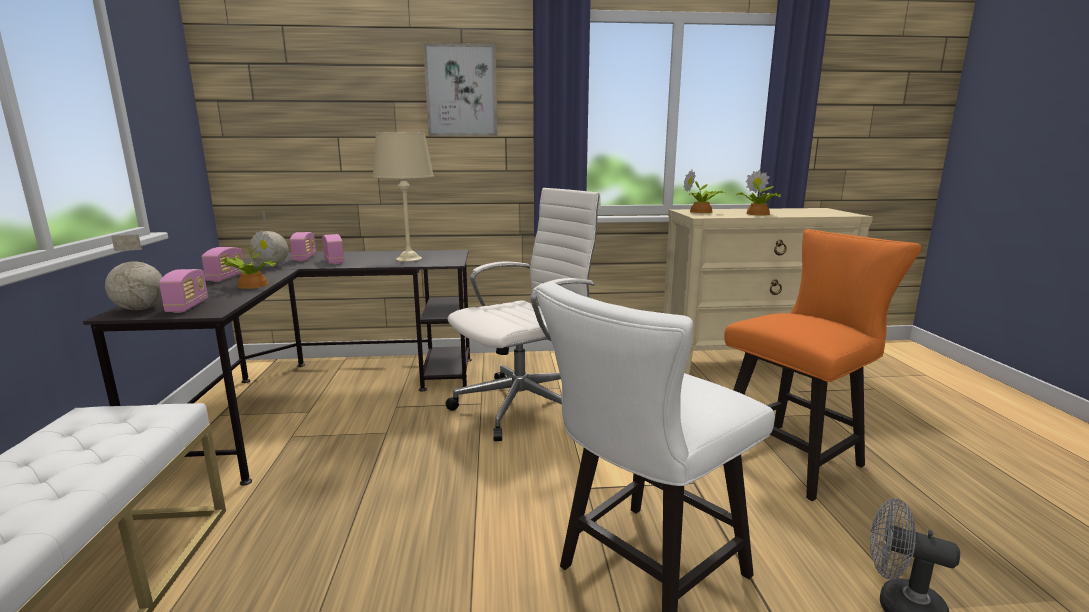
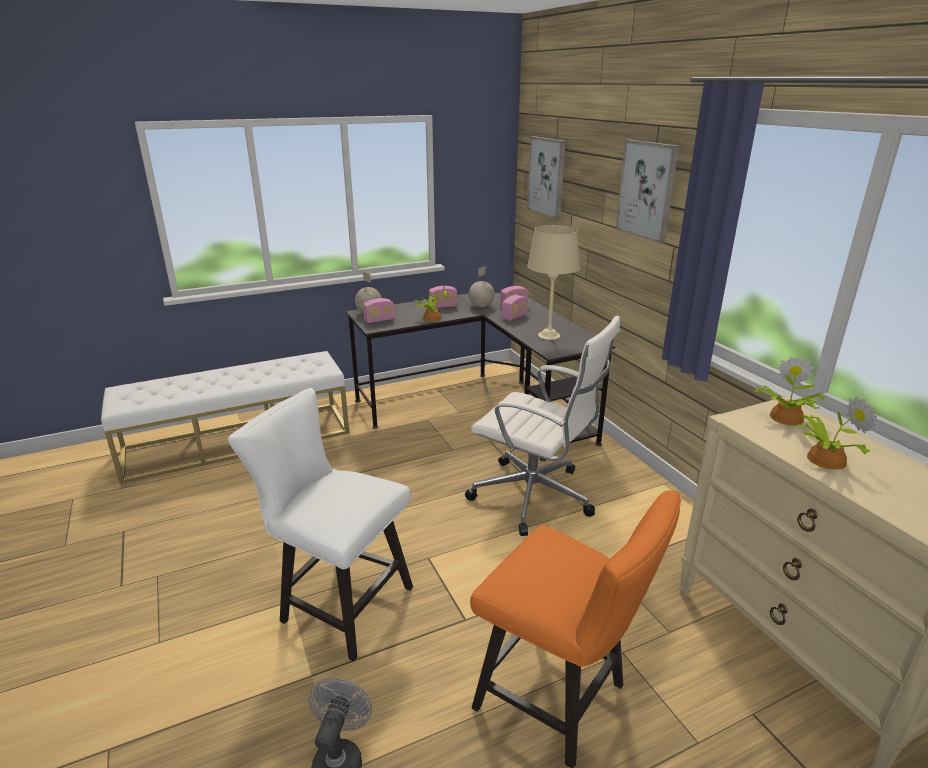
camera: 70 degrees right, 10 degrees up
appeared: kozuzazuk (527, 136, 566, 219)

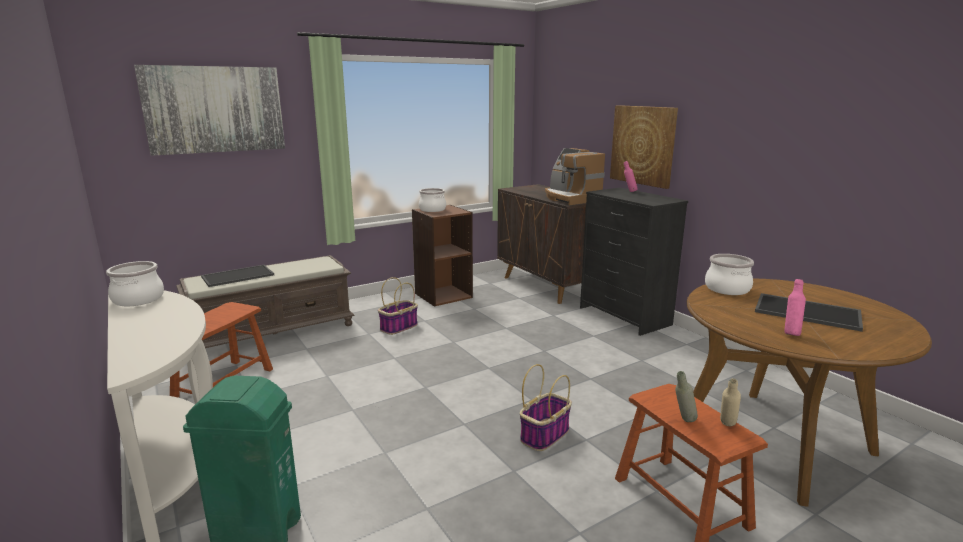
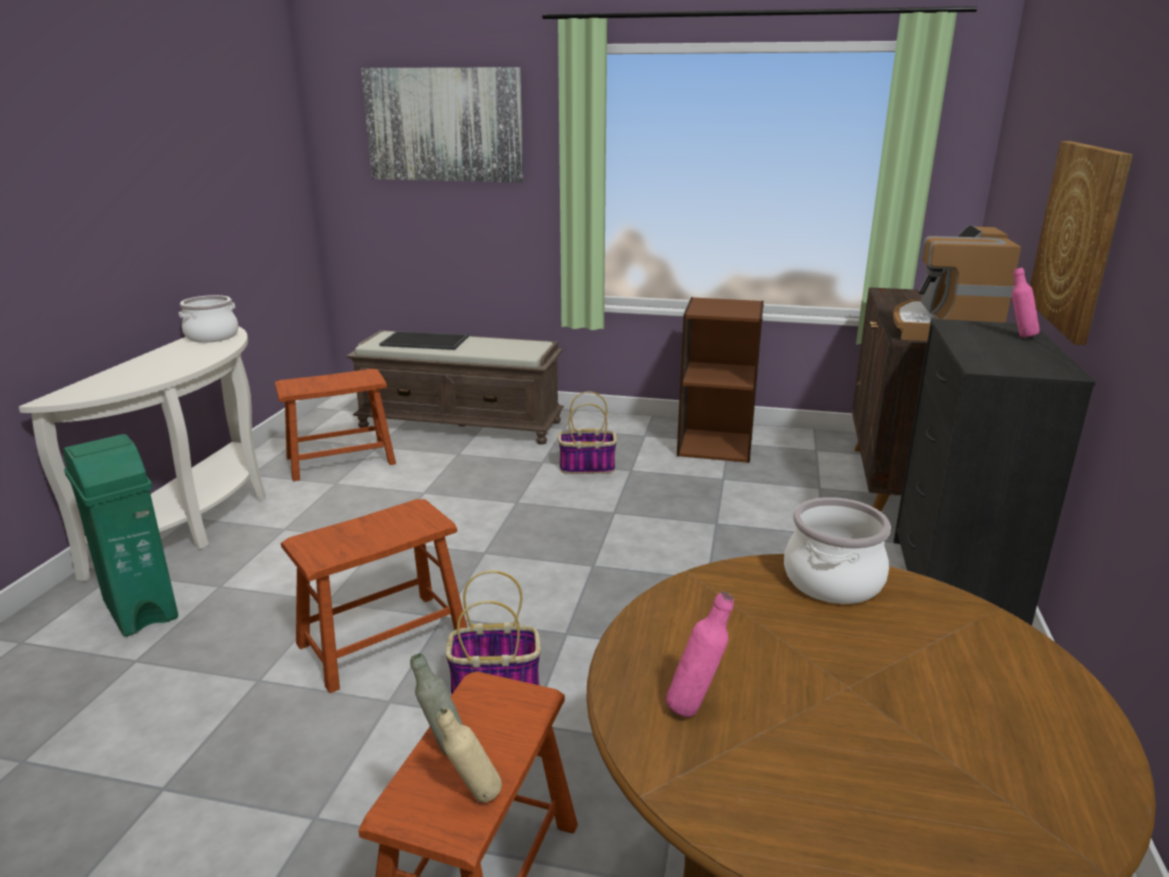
camera: 45 degrees right, 5 degrees up
missing: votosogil (419, 188, 446, 212); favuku (755, 293, 863, 332)
appeared: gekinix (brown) (281, 499, 467, 693)

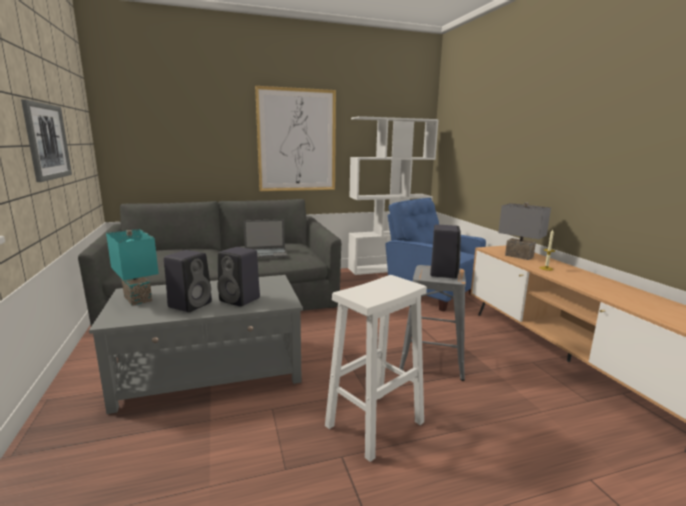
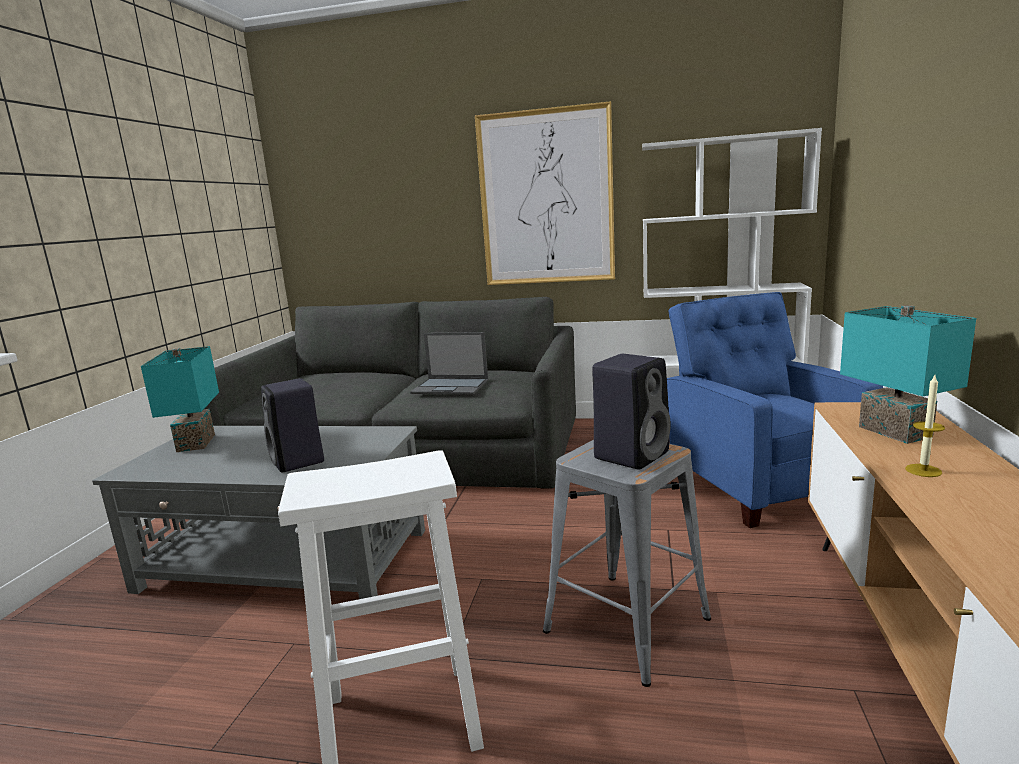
camera: 30 degrees right, 0 degrees up
missing: kozuzazuk (21, 99, 72, 182); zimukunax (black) (164, 250, 212, 312)
colour: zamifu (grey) (498, 202, 551, 260) to zamifu (turquoise) (840, 305, 976, 444)

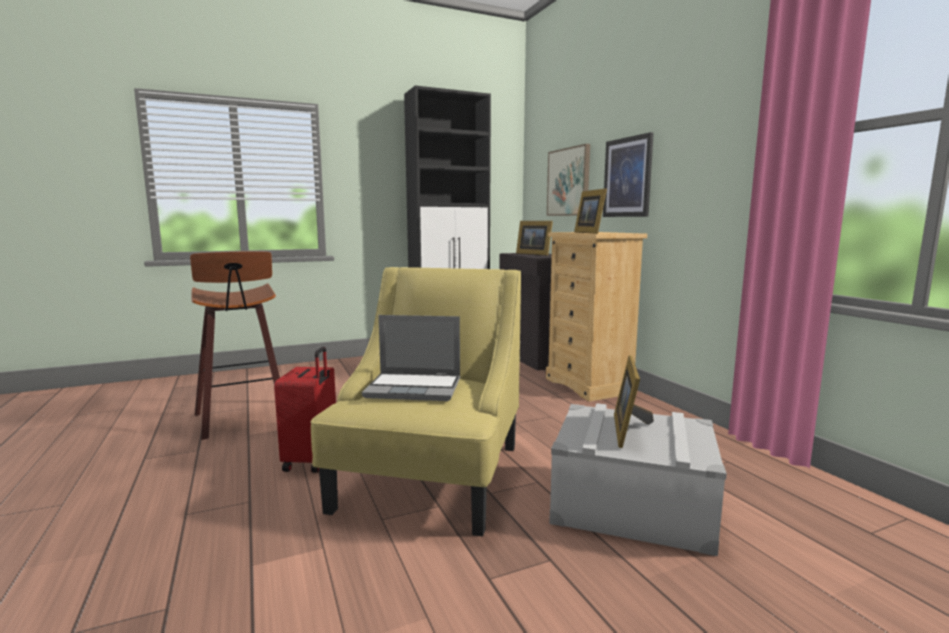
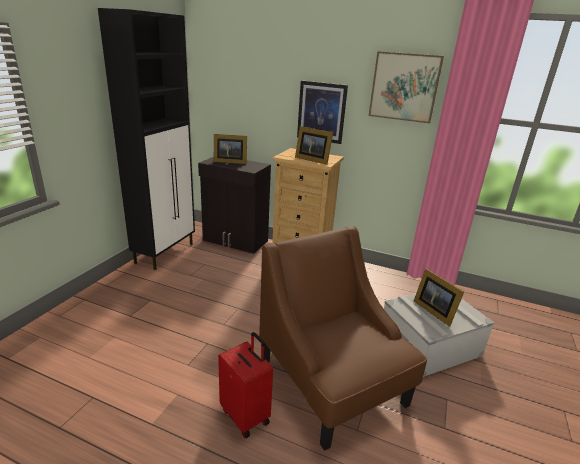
camera: 45 degrees left, 15 degrees up
missing: gekinix (190, 252, 280, 440); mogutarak (362, 315, 460, 401)
relocated: kozuzazuk (547, 144, 590, 216) to (369, 51, 444, 123)
colour: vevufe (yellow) (311, 267, 521, 536) to vevufe (brown) (259, 226, 427, 451)

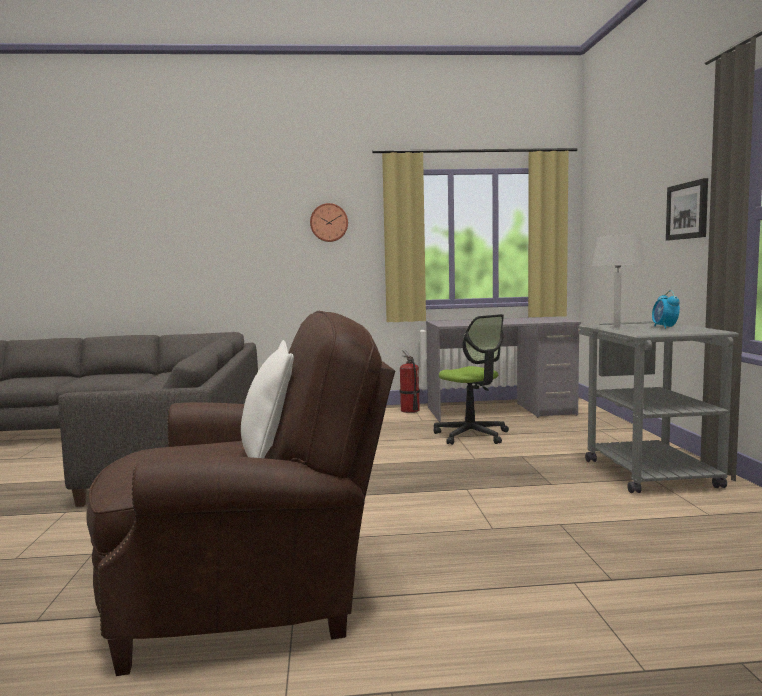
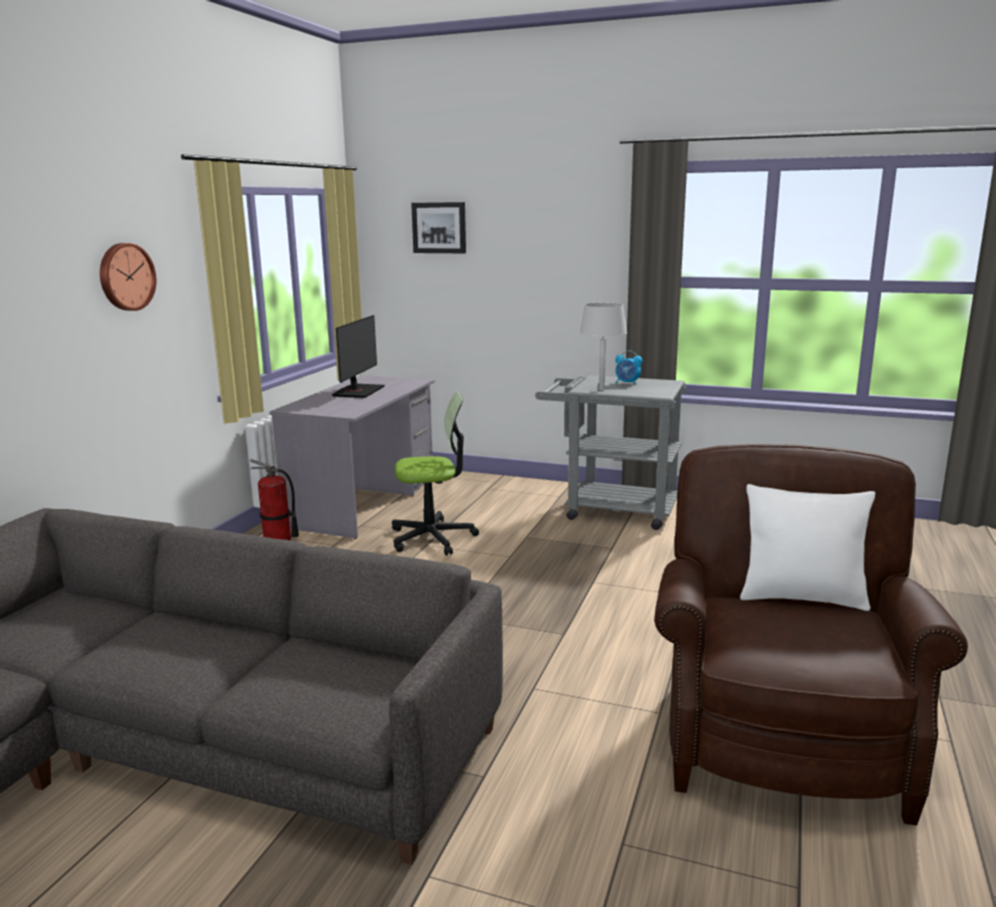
camera: 65 degrees left, 10 degrees up
appeared: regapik (332, 315, 385, 398)
relocated: kozuzazuk (666, 178, 708, 240) to (411, 202, 466, 253)

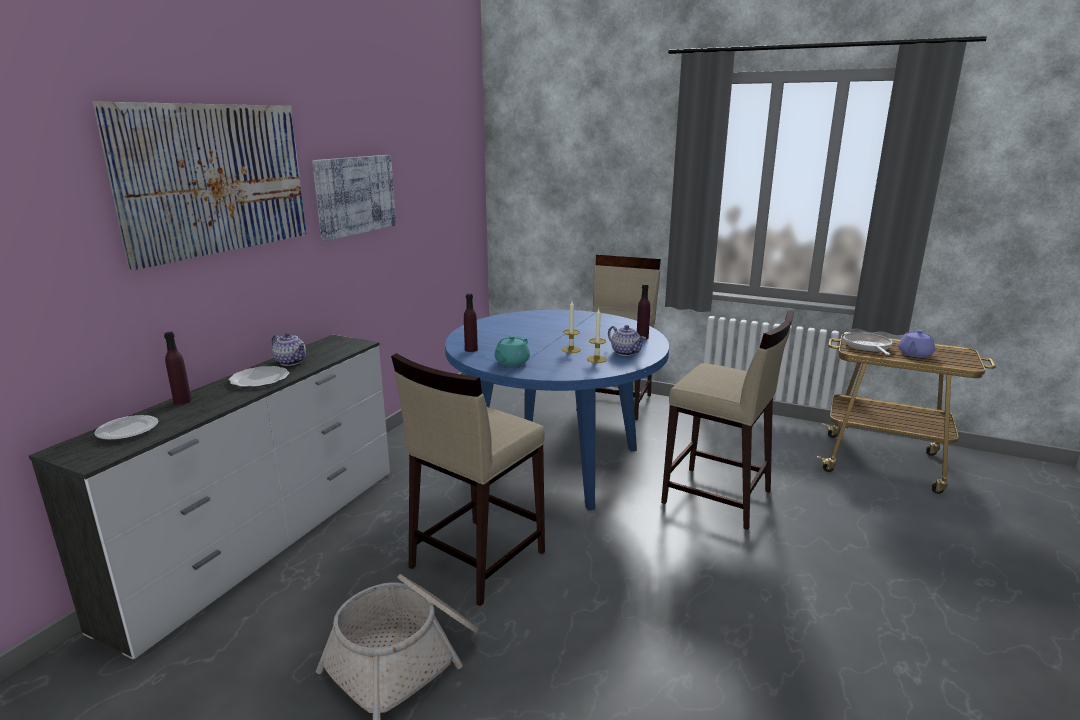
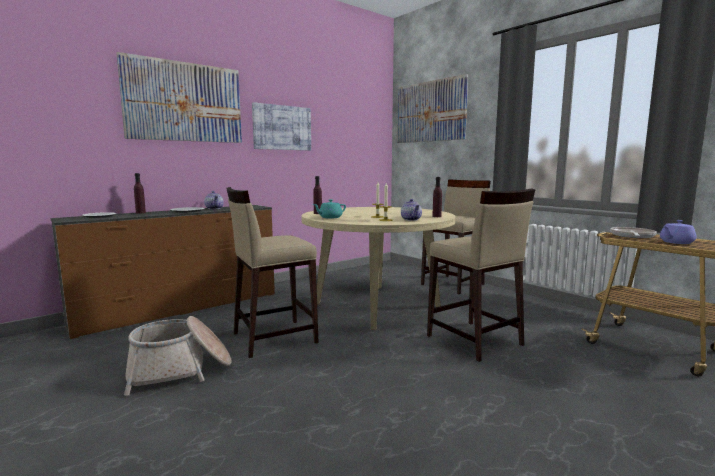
camera: 25 degrees right, 10 degrees down
appeared: kozuzazuk (397, 74, 469, 143)
colour: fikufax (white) (29, 335, 390, 660) to fikufax (brown) (51, 205, 275, 339); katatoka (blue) (445, 310, 669, 511) to katatoka (beige) (301, 207, 455, 330)

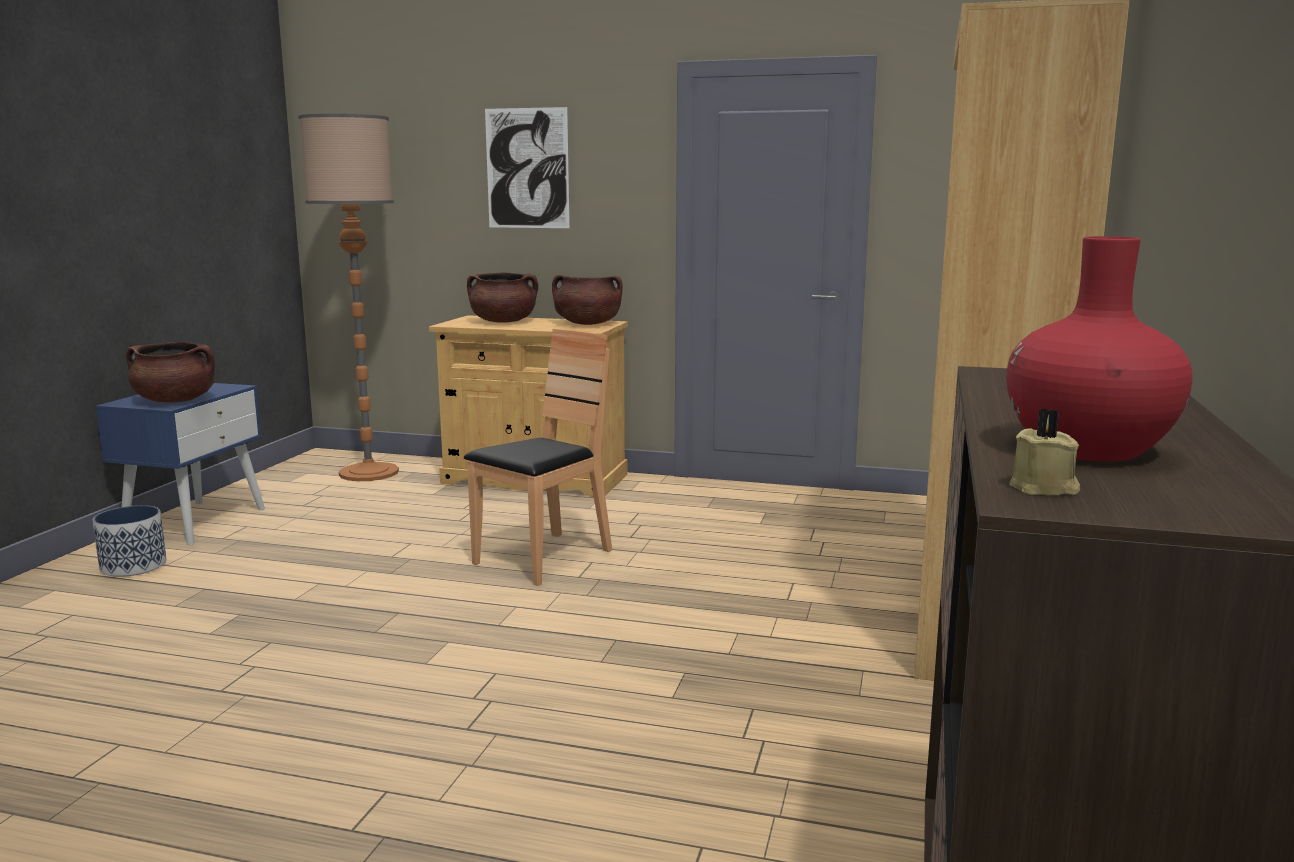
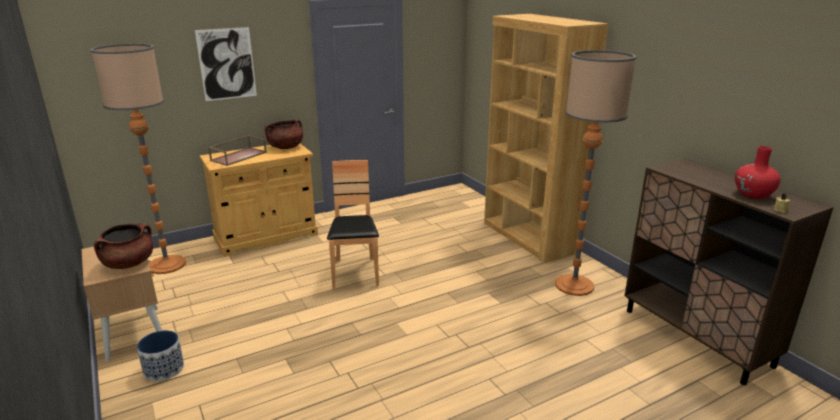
camera: 45 degrees left, 10 degrees up
appeared: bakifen (555, 50, 637, 296)
exchanged: votosogil (brown) (467, 272, 538, 323) to favuku (brown) (208, 135, 267, 166)
colour: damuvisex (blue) (96, 383, 265, 545) to damuvisex (beige) (82, 247, 162, 362)

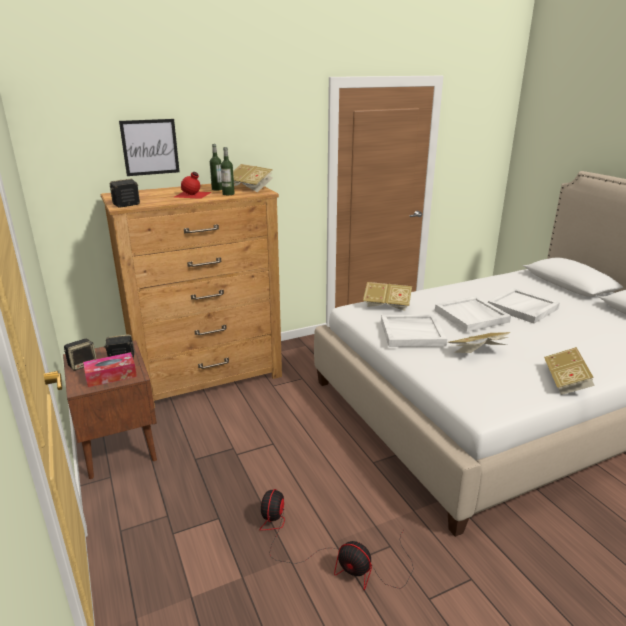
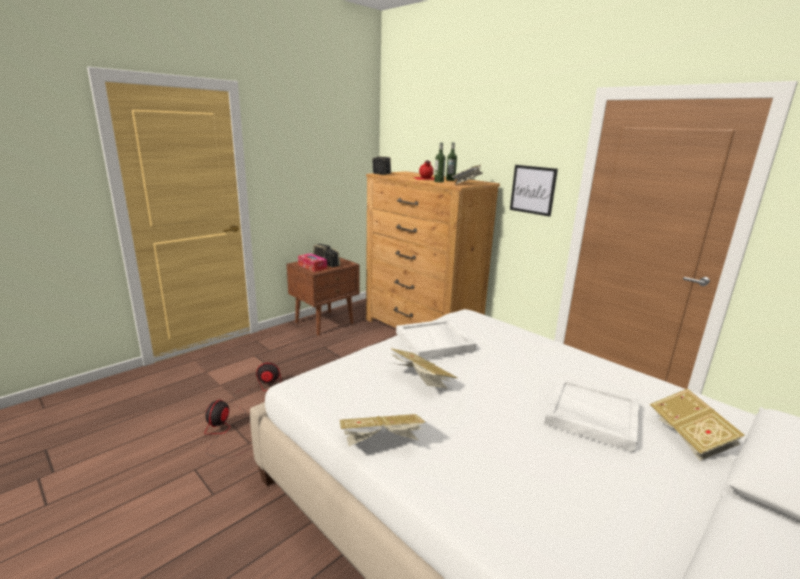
camera: 70 degrees right, 5 degrees down
missing: favuku (white) (435, 296, 511, 332)
relocated: kozuzazuk (119, 119, 180, 176) to (510, 165, 558, 217); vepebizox (363, 282, 412, 311) to (650, 388, 745, 461)

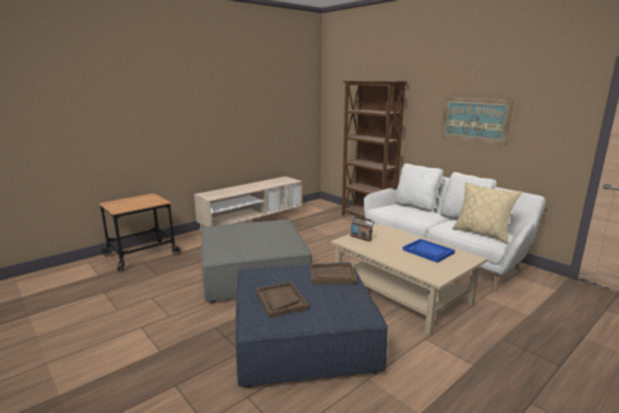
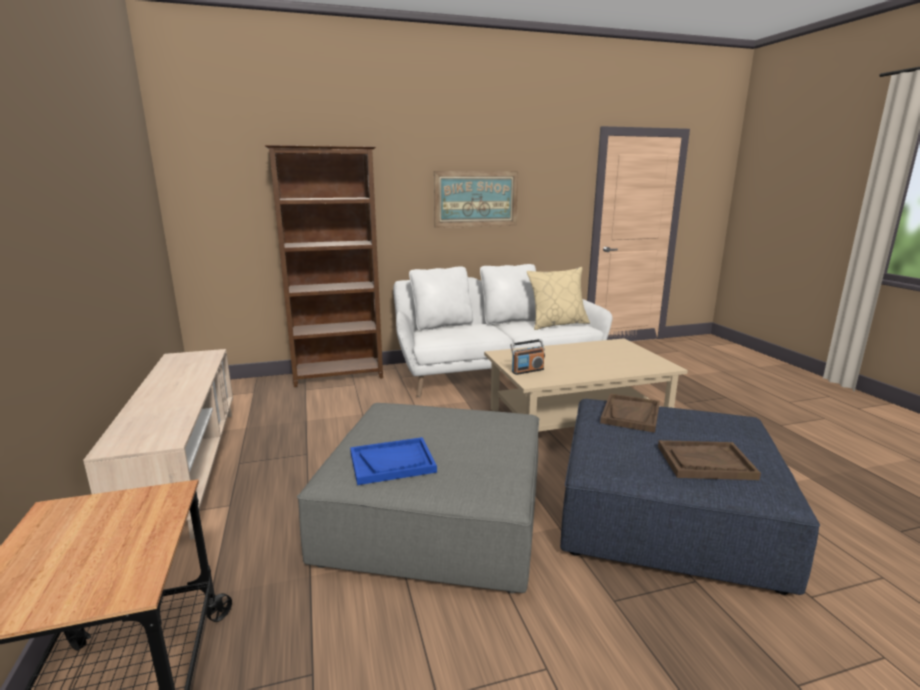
camera: 65 degrees left, 0 degrees up
relocated: favuku (blue) (403, 239, 455, 263) to (350, 437, 437, 485)

